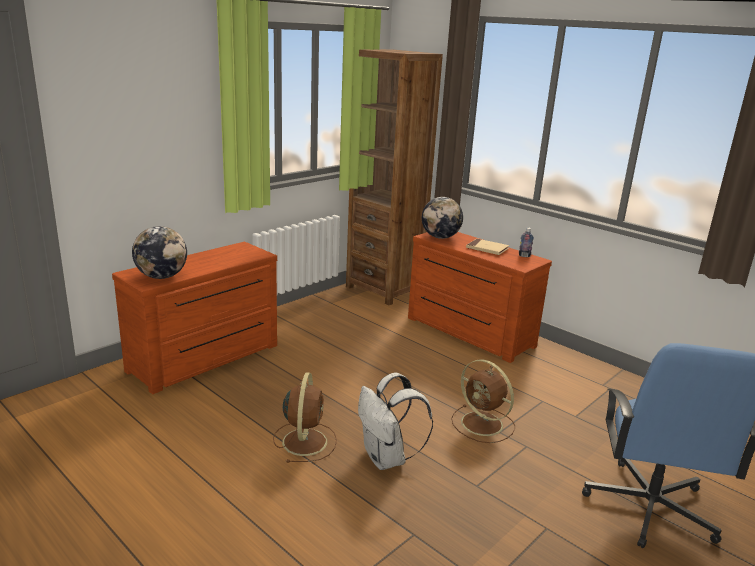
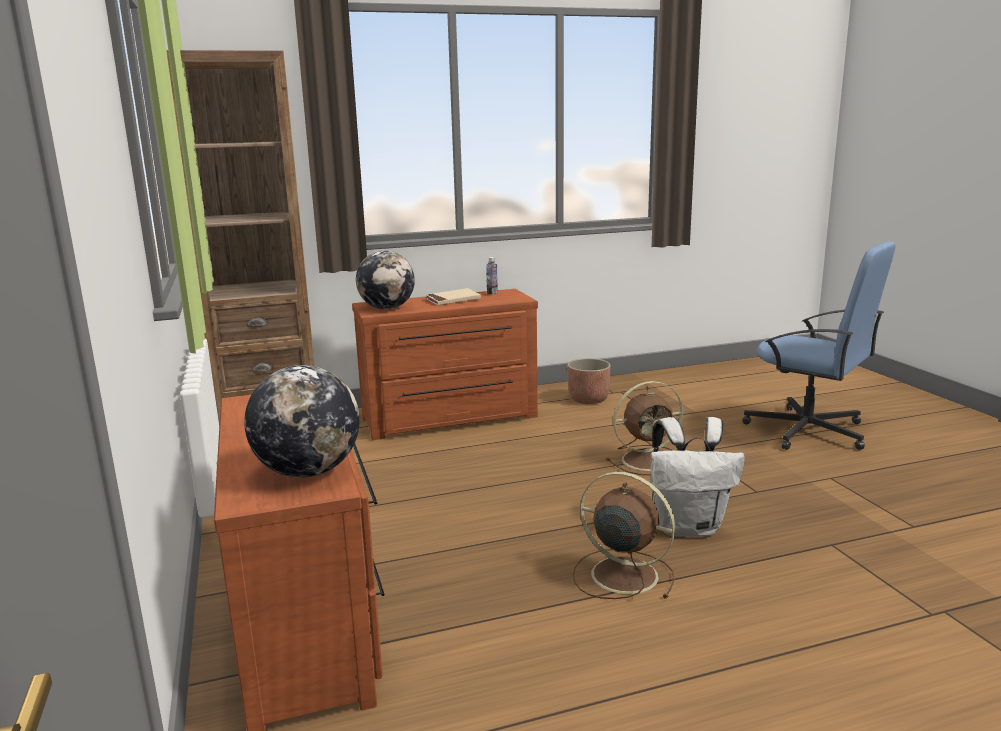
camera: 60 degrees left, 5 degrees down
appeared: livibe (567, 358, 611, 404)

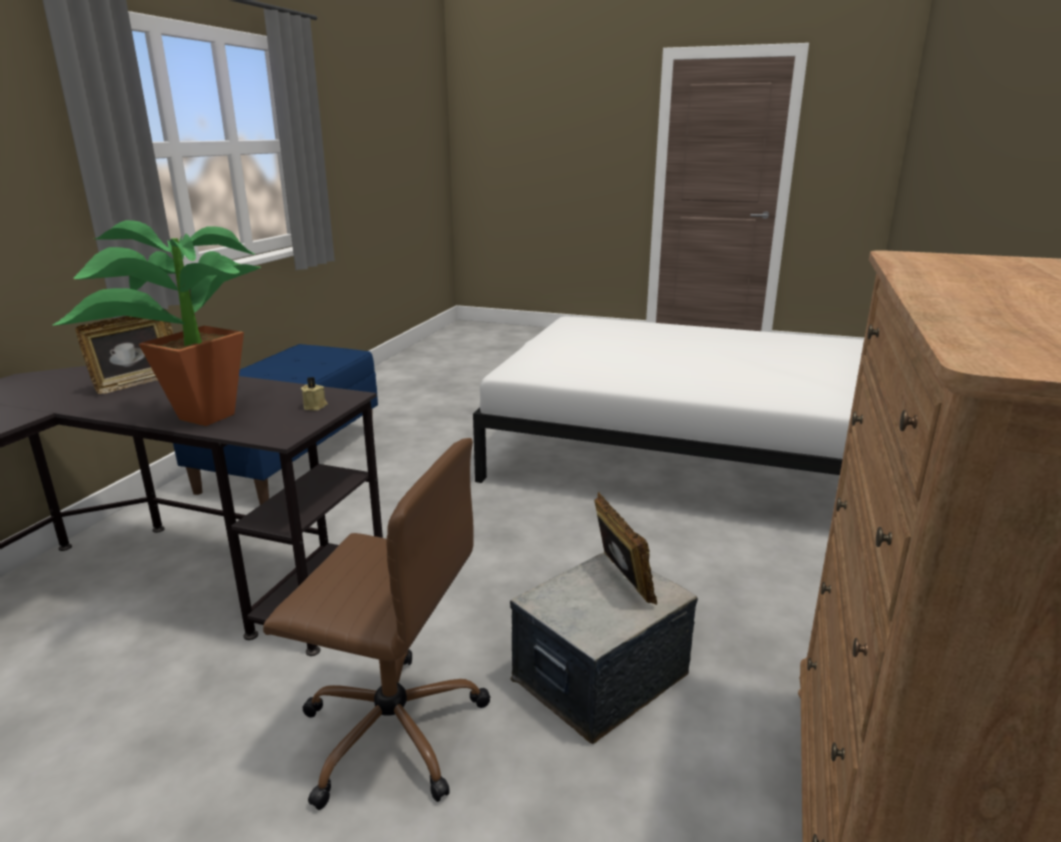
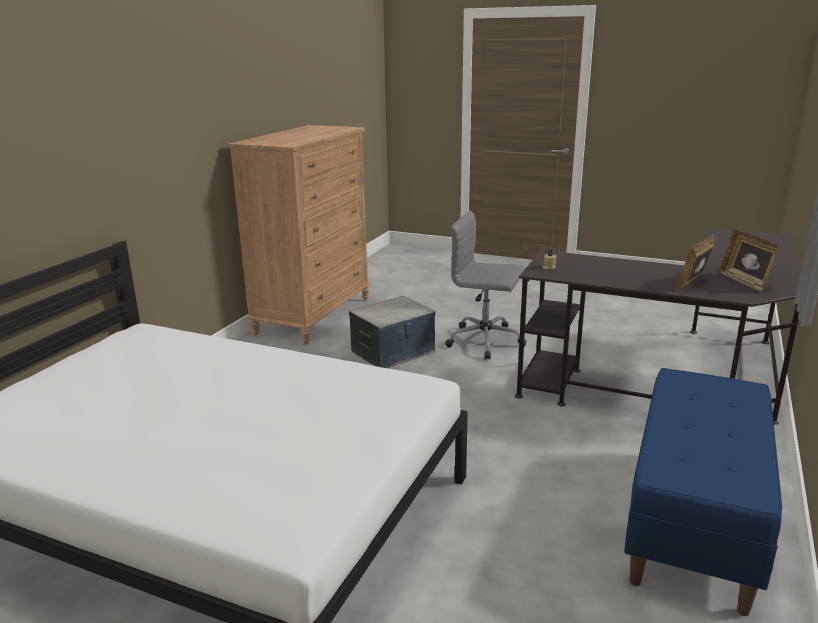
camera: 175 degrees left, 0 degrees up
missing: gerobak (53, 220, 261, 426)
relocated: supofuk (594, 492, 657, 605) to (719, 230, 779, 292)
colour: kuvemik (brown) (263, 438, 491, 810) to kuvemik (grey) (445, 211, 527, 359)

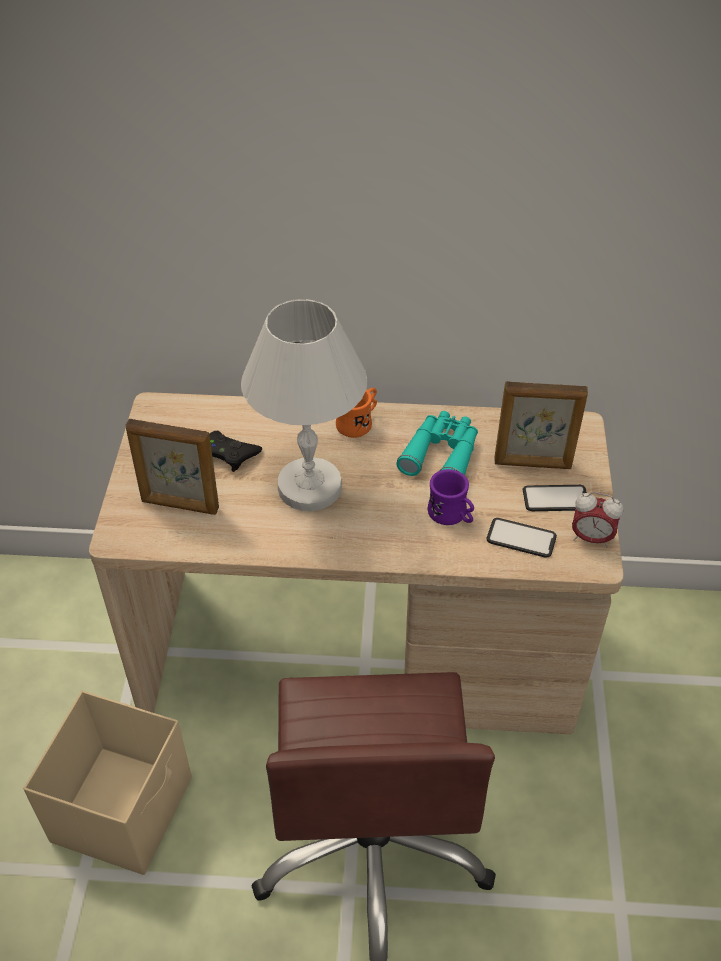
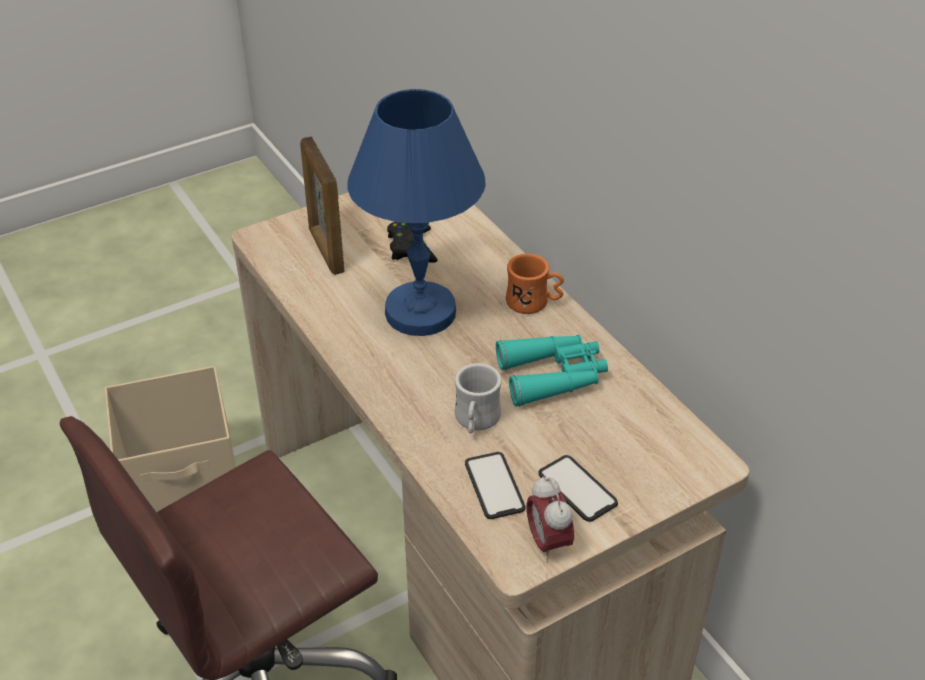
camera: 55 degrees right, 5 degrees down
missing: supofuk (494, 381, 588, 469)
colour: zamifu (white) (241, 299, 368, 511) to zamifu (blue) (347, 89, 486, 336); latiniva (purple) (427, 469, 474, 525) to latiniva (white) (454, 363, 502, 434)

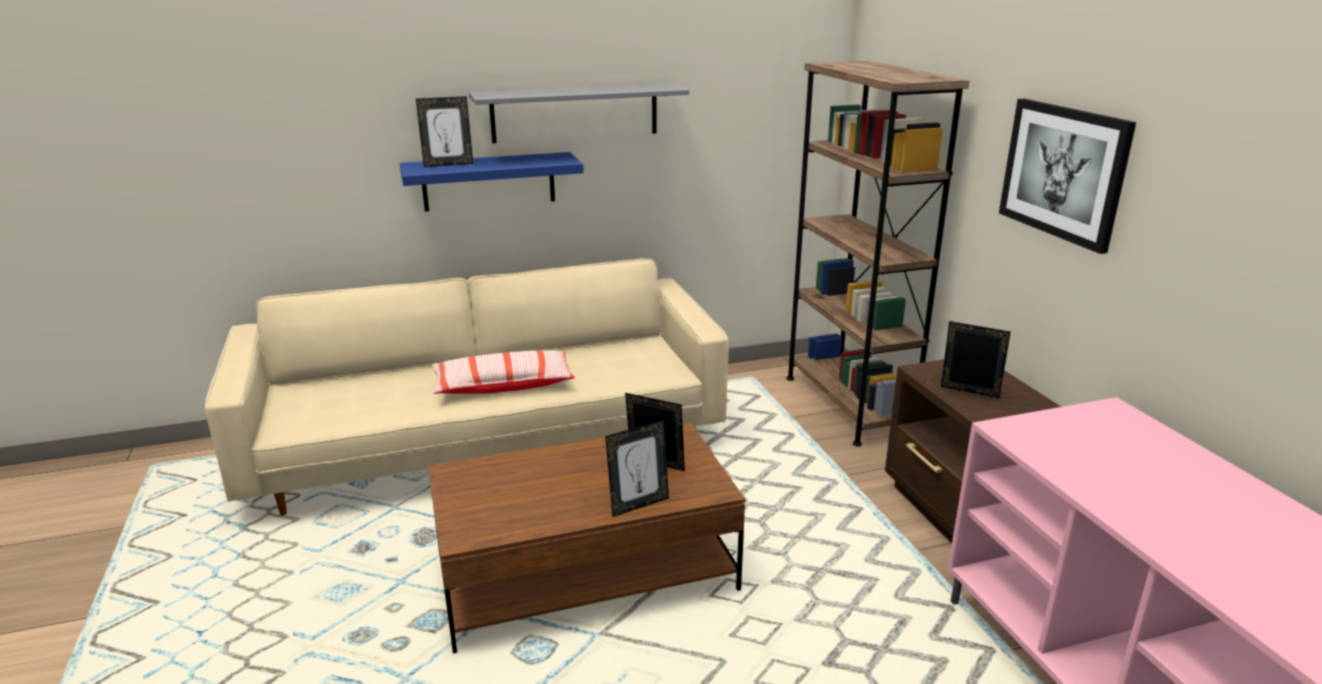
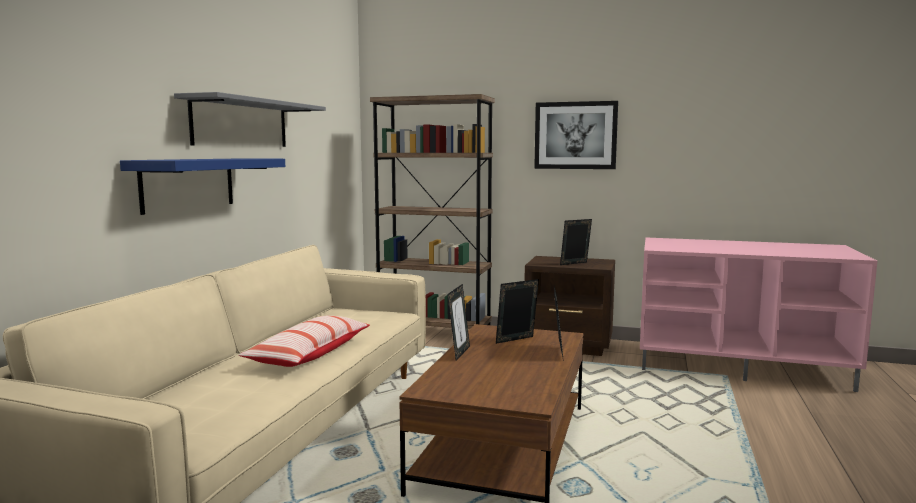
camera: 55 degrees left, 15 degrees down
relocated: supofuk (416, 96, 473, 167) to (448, 284, 470, 361)

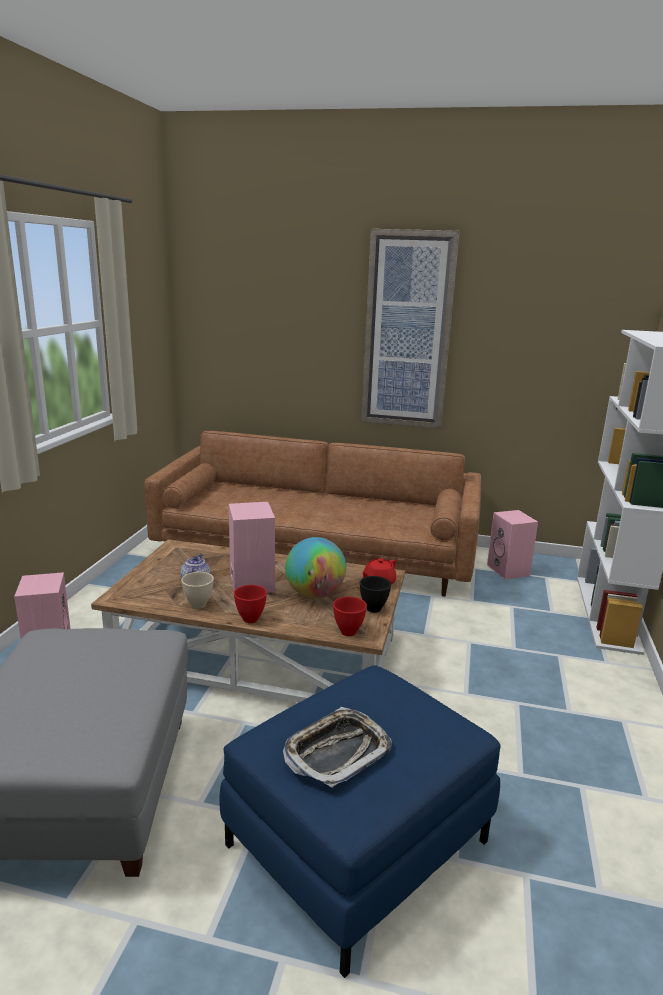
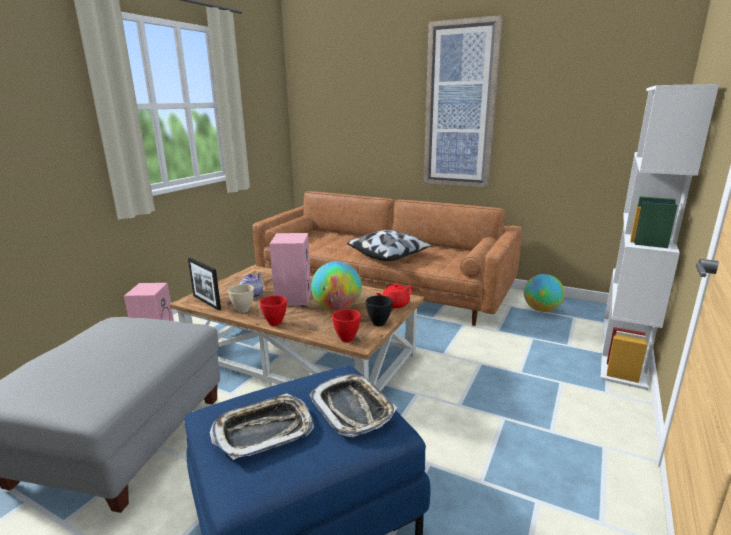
camera: 15 degrees right, 0 degrees up
appeared: supofuk (188, 258, 221, 310); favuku (309, 374, 397, 437); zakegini (347, 230, 432, 261)
exchanged: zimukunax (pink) (487, 510, 538, 579) to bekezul (524, 274, 565, 312)

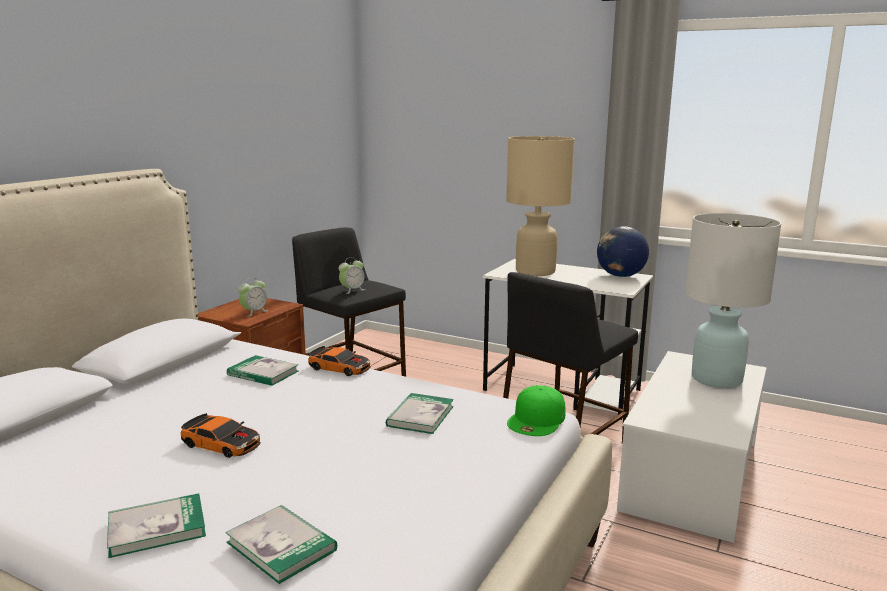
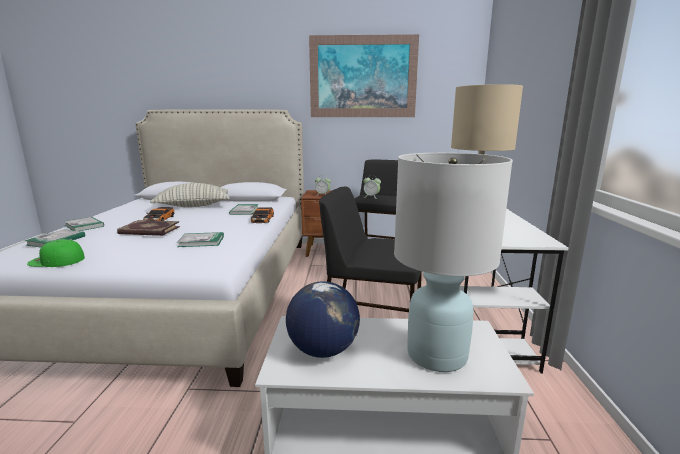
camera: 65 degrees right, 0 degrees up
appeared: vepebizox (117, 220, 180, 236); zakegini (150, 183, 230, 207); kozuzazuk (309, 34, 419, 117)
relocated: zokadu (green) (507, 385, 565, 436) to (27, 239, 85, 267); bekezul (597, 226, 649, 277) to (286, 281, 360, 358)

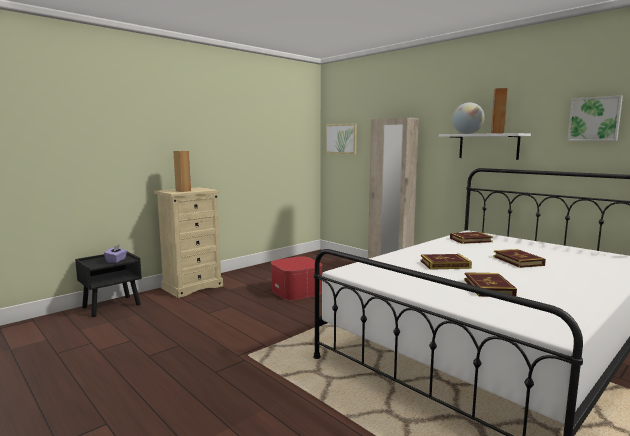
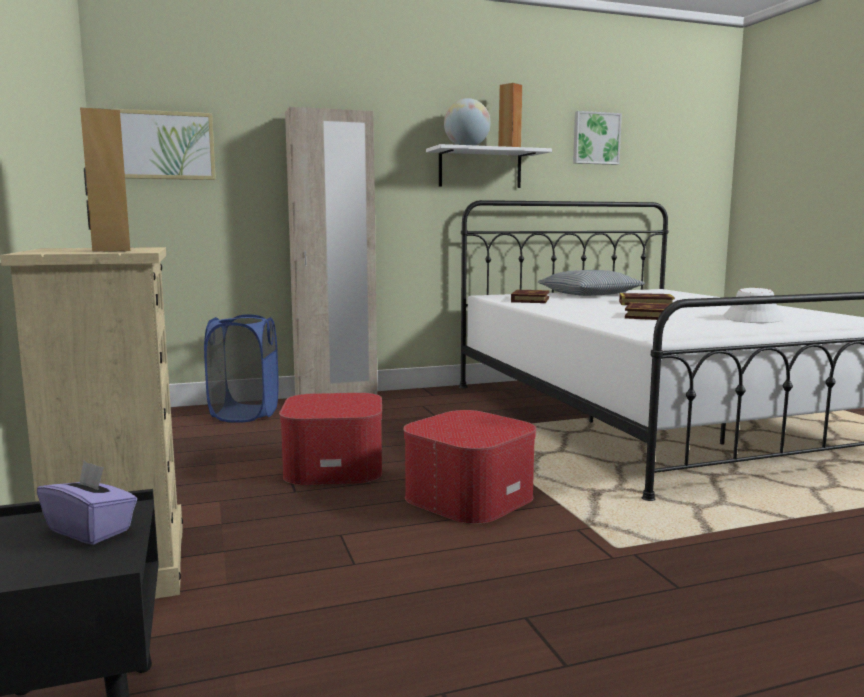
camera: 65 degrees left, 0 degrees up
appeared: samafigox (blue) (204, 314, 279, 423); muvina (403, 410, 537, 524); zakegini (538, 270, 645, 296)
exchanged: vepebizox (464, 272, 517, 297) to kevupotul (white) (723, 288, 785, 323)

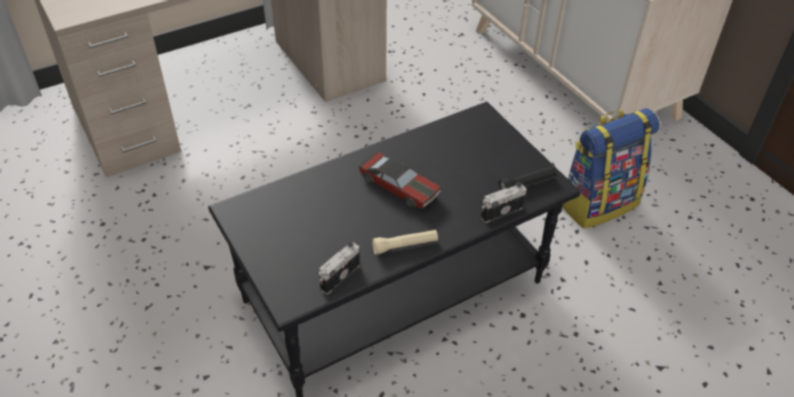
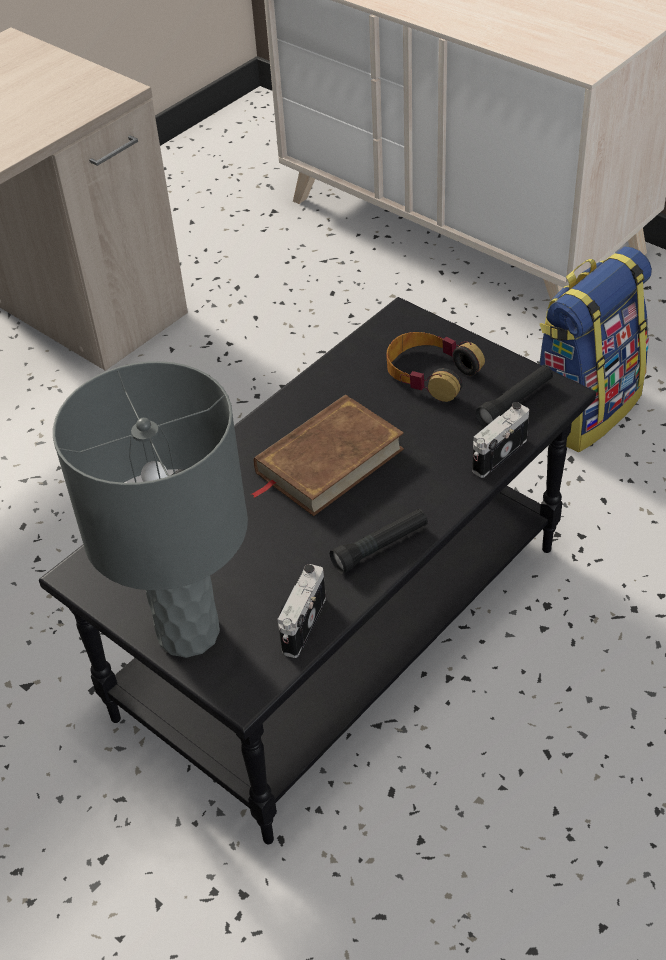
camera: 15 degrees left, 0 degrees up
appeared: zamifu (grey) (53, 361, 248, 658); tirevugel (386, 332, 485, 402)
exchanged: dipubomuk (358, 152, 441, 208) to vepebizox (brown) (251, 395, 404, 516)
colour: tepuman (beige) (372, 230, 438, 254) to tepuman (black) (330, 509, 428, 574)

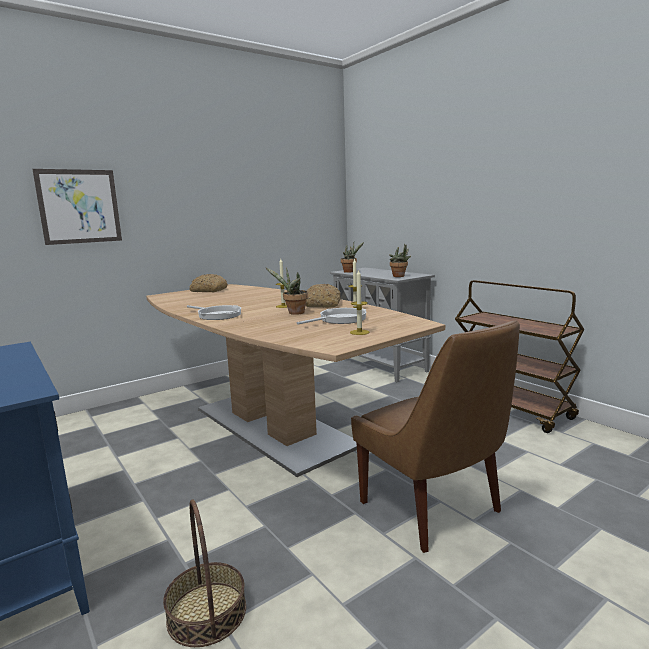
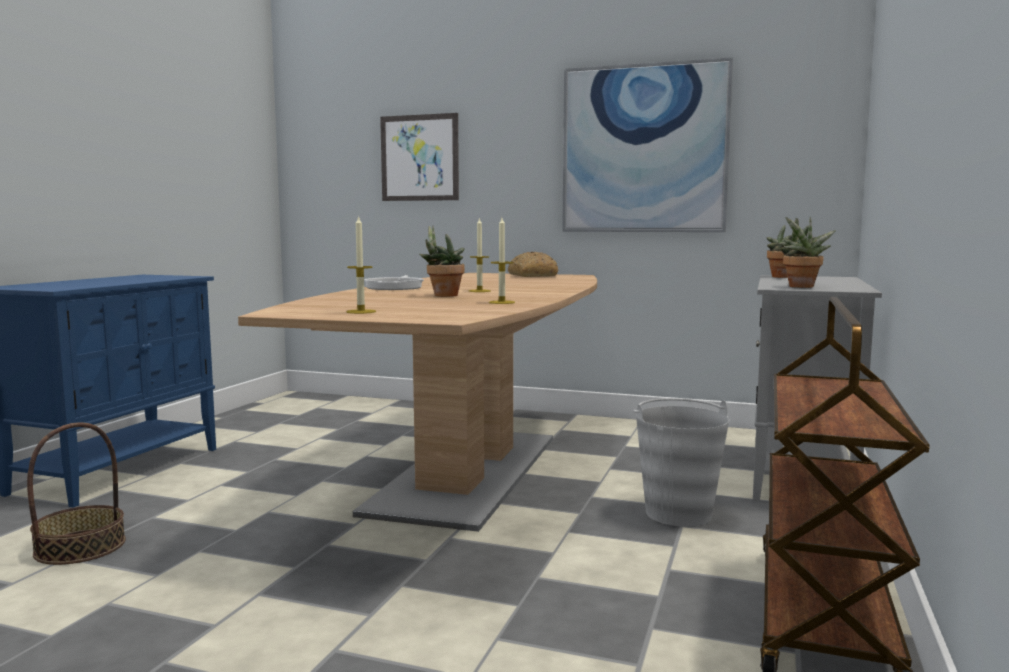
camera: 55 degrees right, 5 degrees down
missing: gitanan (297, 308, 366, 325); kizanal (306, 284, 341, 307); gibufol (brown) (351, 320, 520, 553)
appeared: kozuzazuk (562, 57, 733, 232); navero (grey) (633, 398, 729, 527)

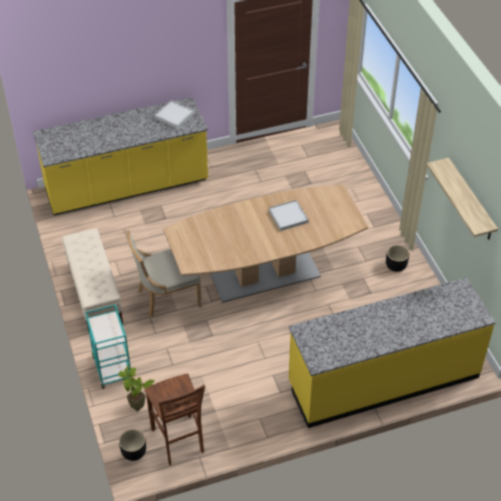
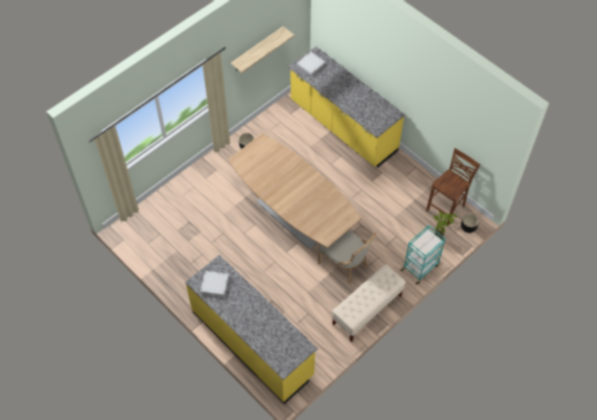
camera: 115 degrees left, 10 degrees up
relocated: favuku (white) (269, 200, 309, 231) to (296, 51, 326, 75)

